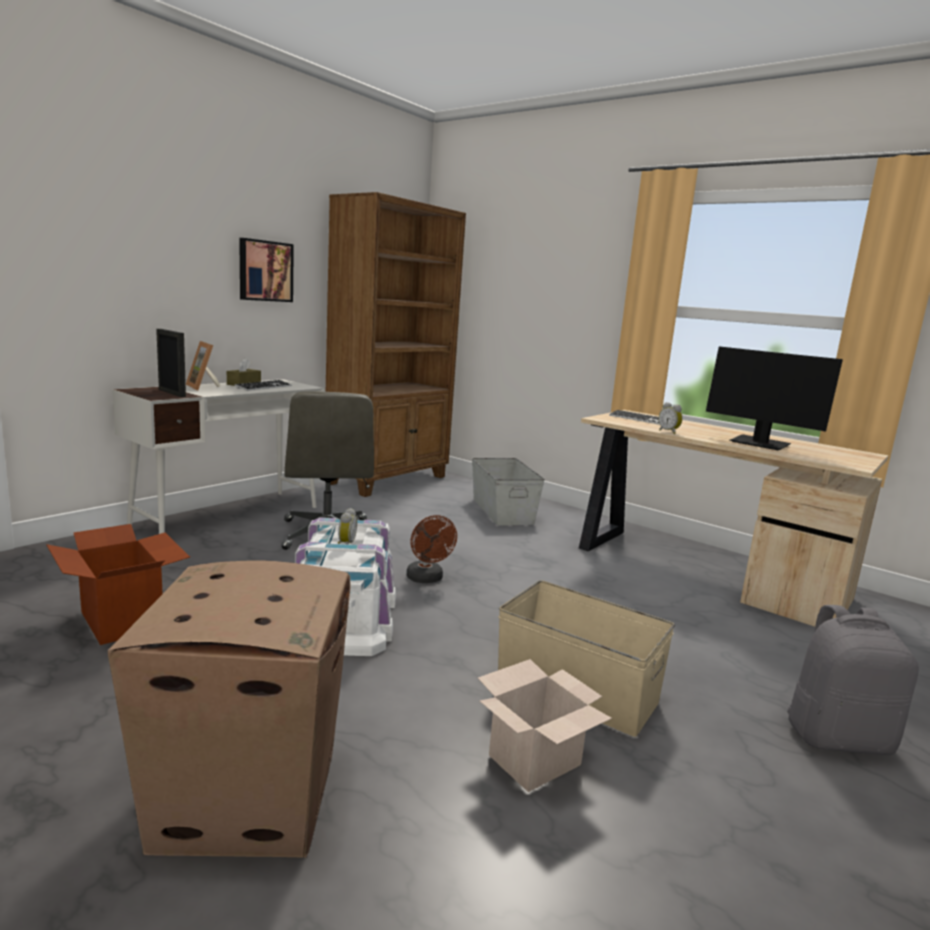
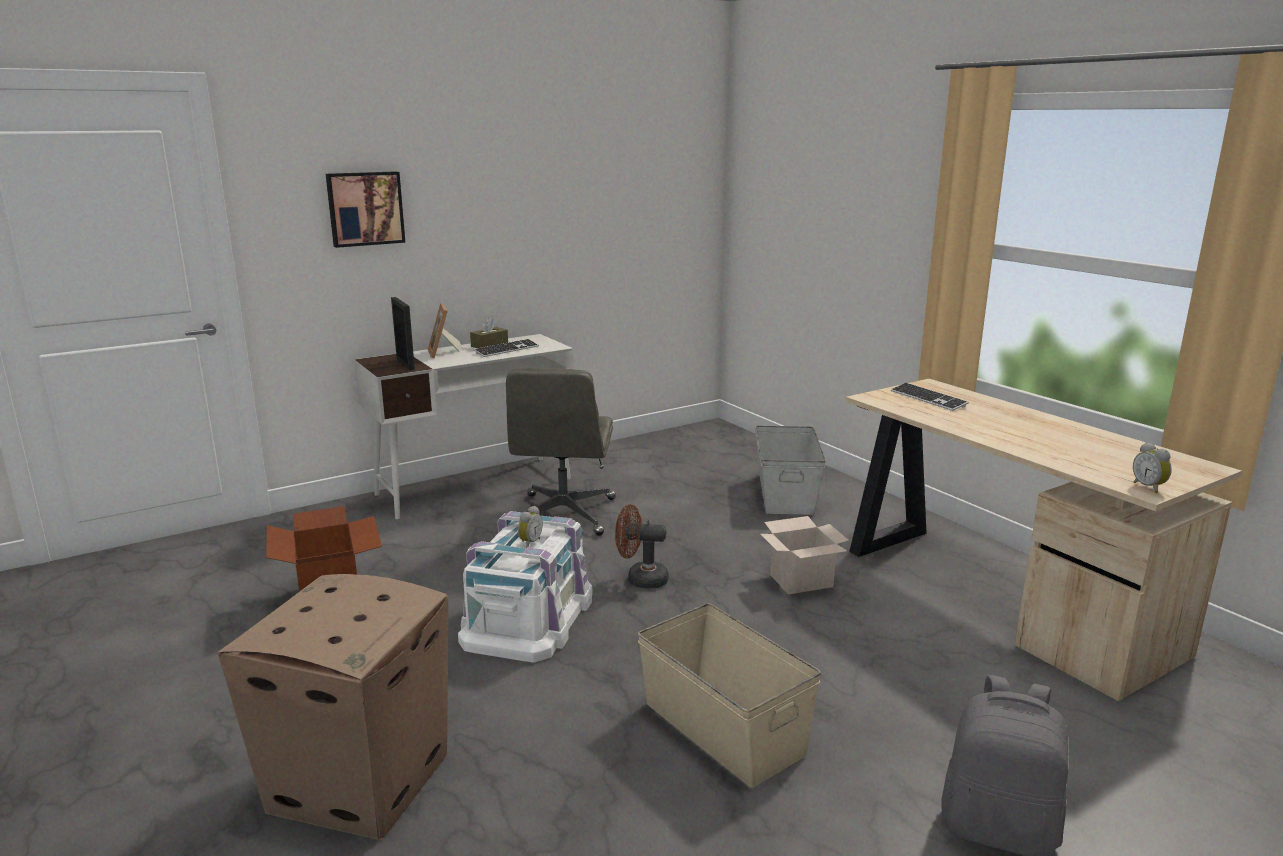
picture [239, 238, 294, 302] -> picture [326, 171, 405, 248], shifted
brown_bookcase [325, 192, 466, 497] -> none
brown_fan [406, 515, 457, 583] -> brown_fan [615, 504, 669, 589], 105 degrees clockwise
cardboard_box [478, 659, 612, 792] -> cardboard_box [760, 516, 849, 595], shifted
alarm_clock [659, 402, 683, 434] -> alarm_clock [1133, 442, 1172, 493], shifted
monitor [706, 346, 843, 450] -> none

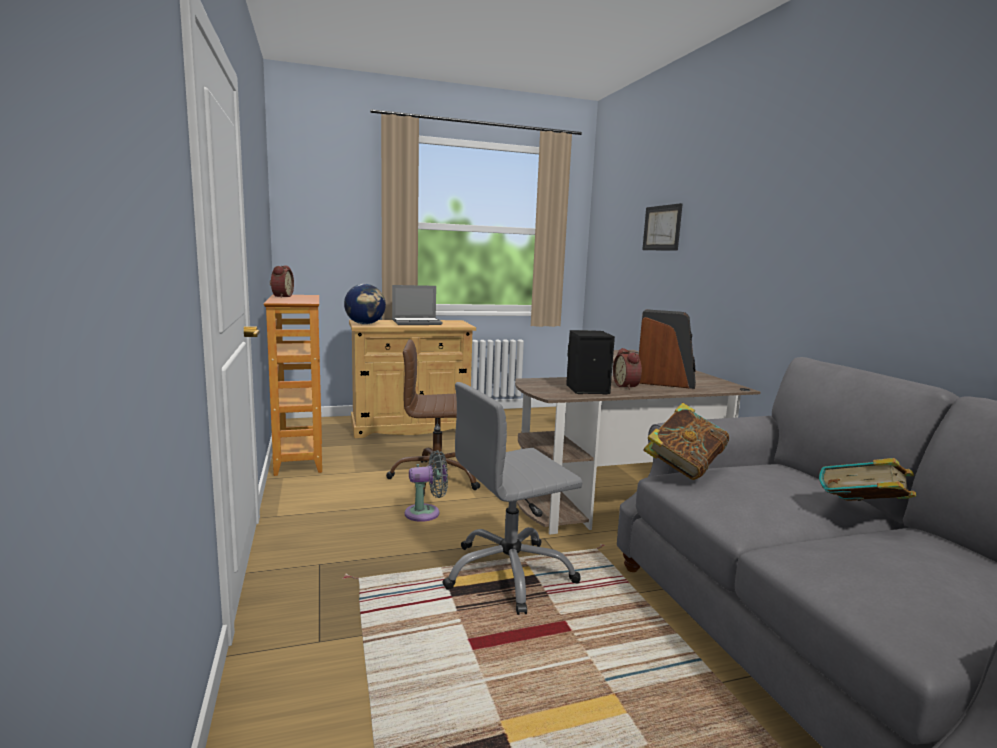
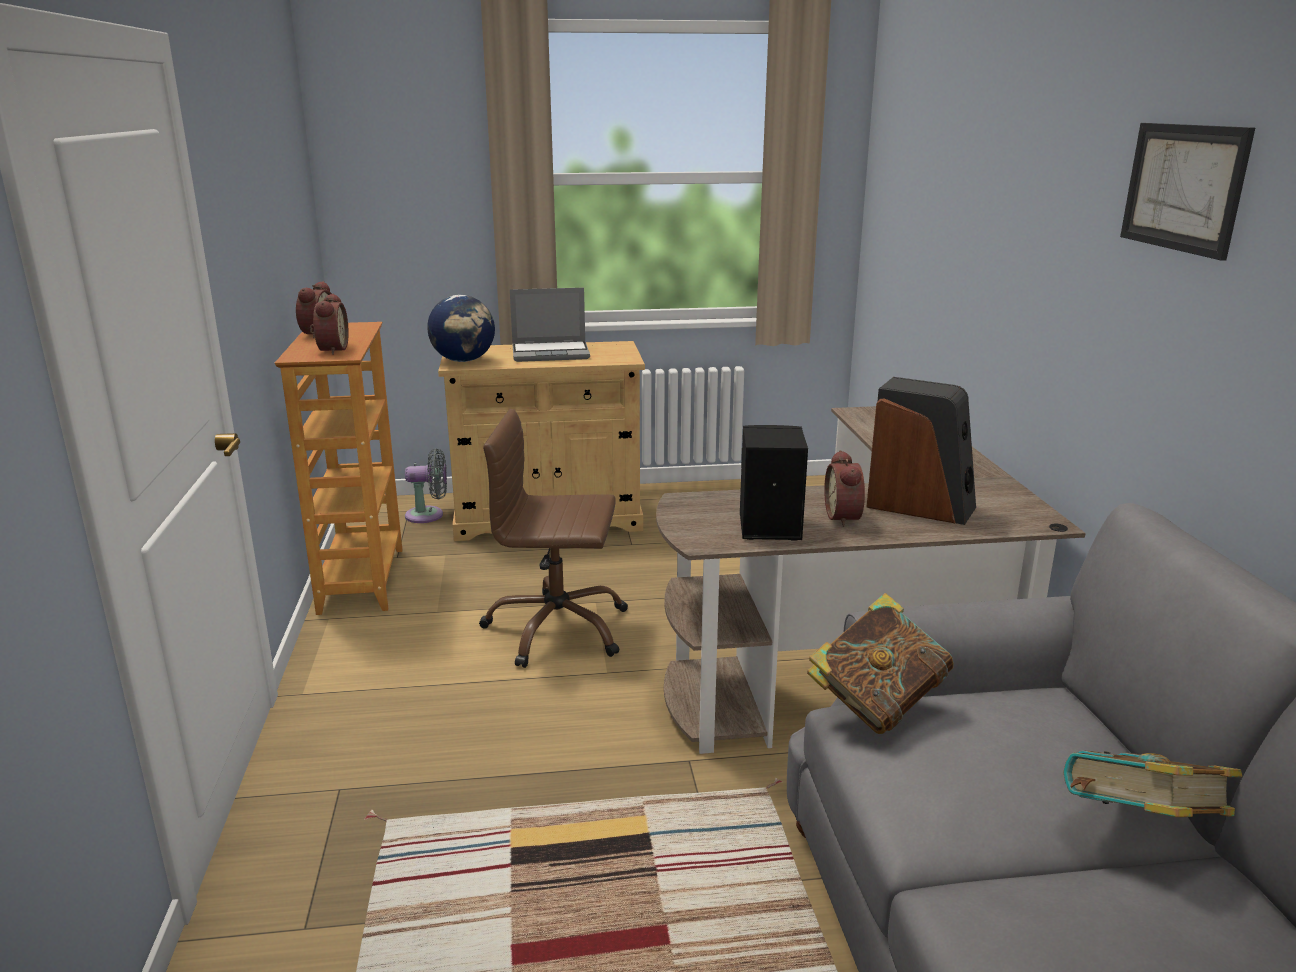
grey_fan [405, 450, 448, 522] -> grey_fan [405, 448, 447, 523], shifted
grey_office_chair [442, 382, 583, 615] -> none
picture [642, 203, 683, 251] -> picture [1120, 123, 1255, 261], shifted
none -> alarm_clock [310, 294, 349, 355]

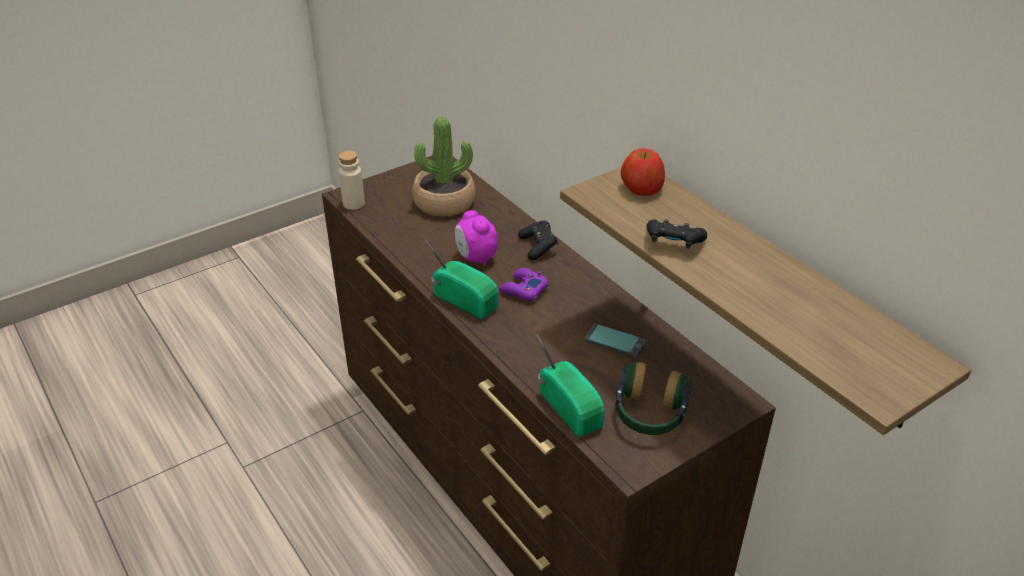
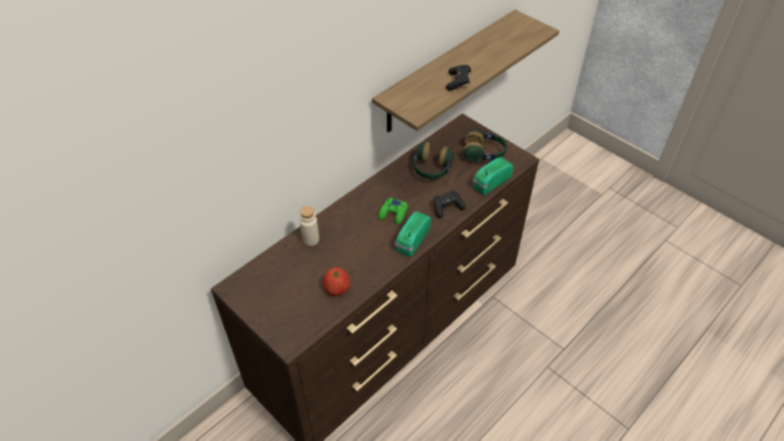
beige_bottle [339, 151, 365, 210] -> beige_bottle [300, 206, 319, 246], shifted
potted_plant [412, 117, 476, 216] -> none
alarm_clock [455, 210, 498, 265] -> none
purple_game_controller [499, 268, 549, 301] -> green_game_controller [379, 198, 408, 225]
black_game_controller [518, 221, 558, 260] -> black_game_controller [433, 190, 466, 218], shifted
phone [585, 323, 646, 358] -> headphones [413, 142, 454, 179]
apple [621, 148, 665, 196] -> apple [323, 267, 350, 296], shifted

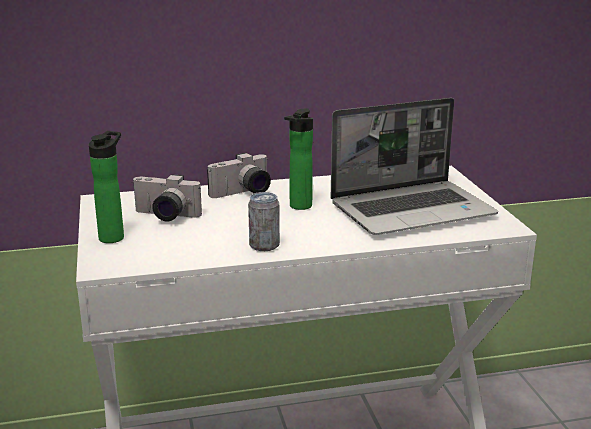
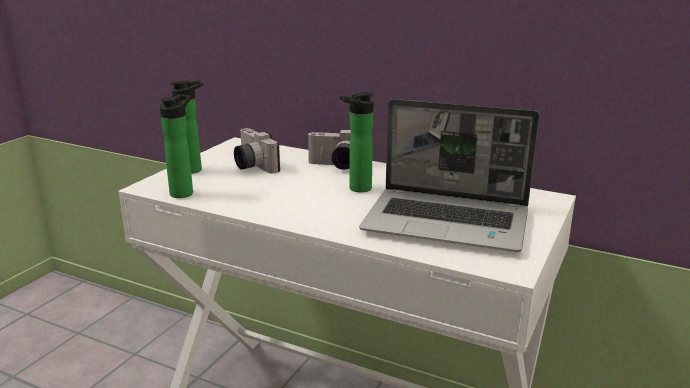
can [248, 192, 280, 251] -> none
none -> bottle [160, 94, 193, 198]

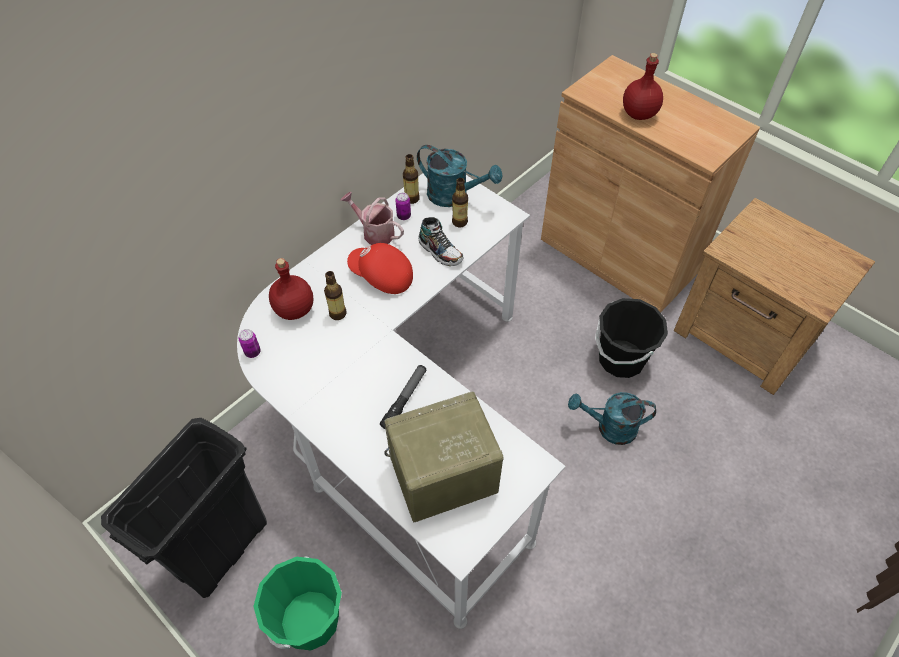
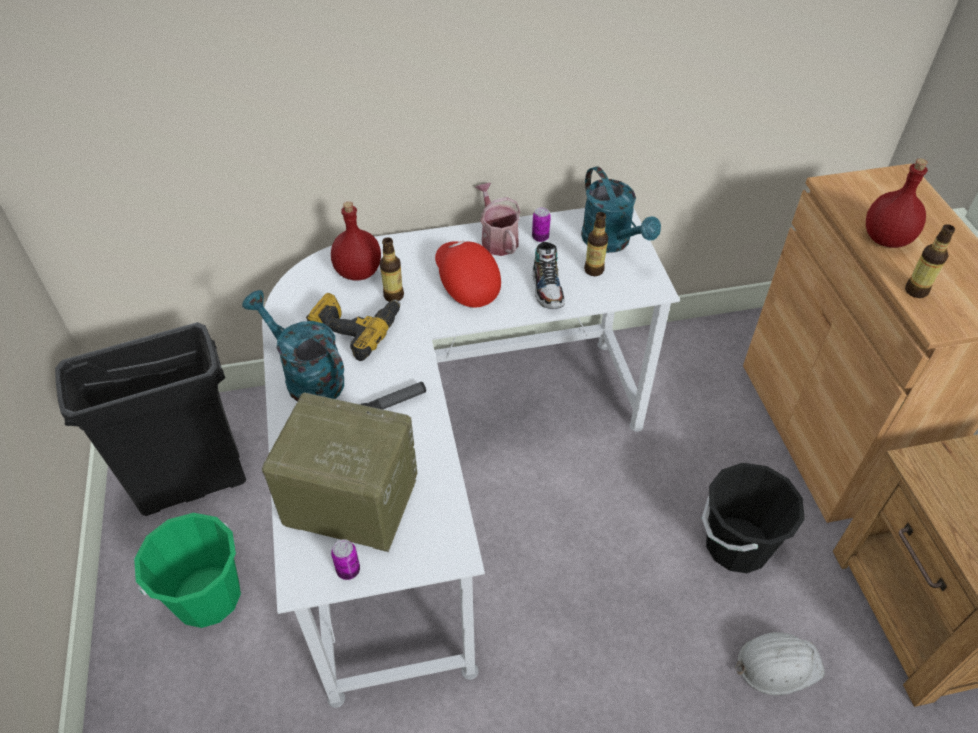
can [239, 329, 261, 358] -> can [331, 539, 360, 580], shifted
bottle [403, 154, 420, 204] -> bottle [905, 224, 955, 298], shifted
turquoise_watering_can [568, 392, 656, 445] -> turquoise_watering_can [242, 290, 344, 403], shifted
none -> power_drill [306, 293, 400, 361]
none -> white_hard_hat [735, 632, 825, 695]

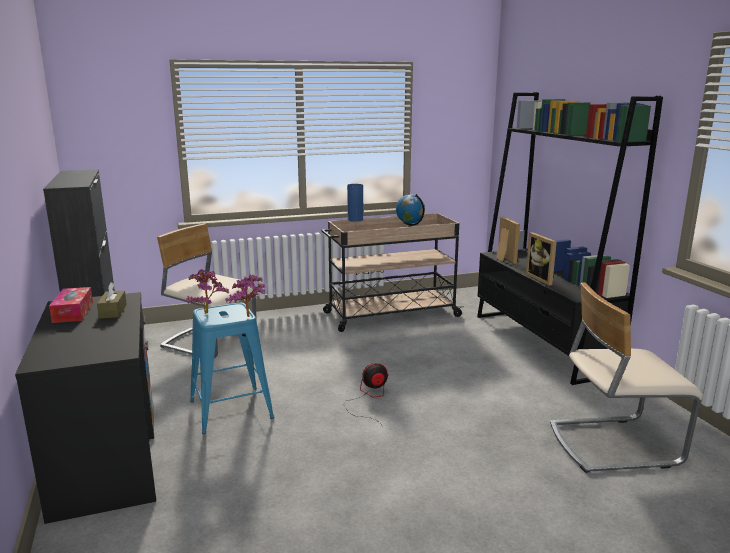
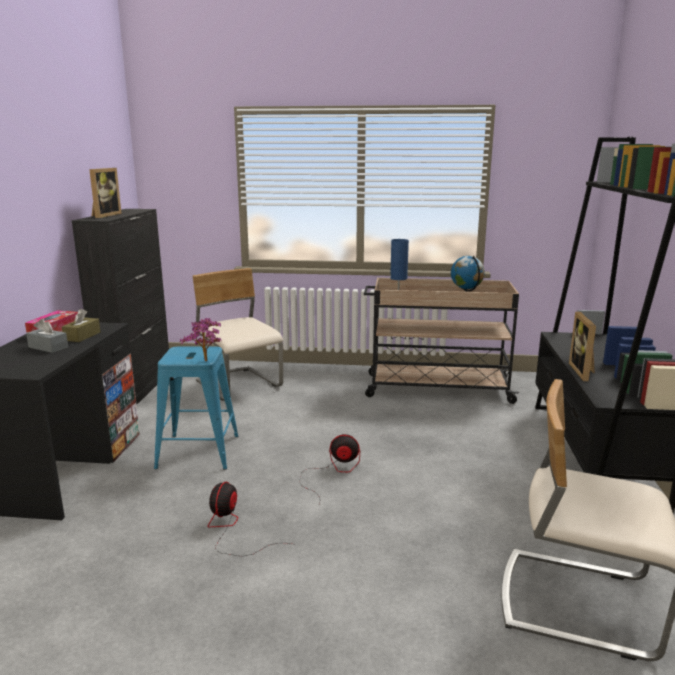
potted_plant [186, 269, 229, 314] -> none
picture_frame [496, 217, 520, 264] -> picture_frame [89, 168, 122, 218], shifted
none -> grey_tissue_box [26, 318, 68, 353]
none -> fan [208, 482, 291, 556]

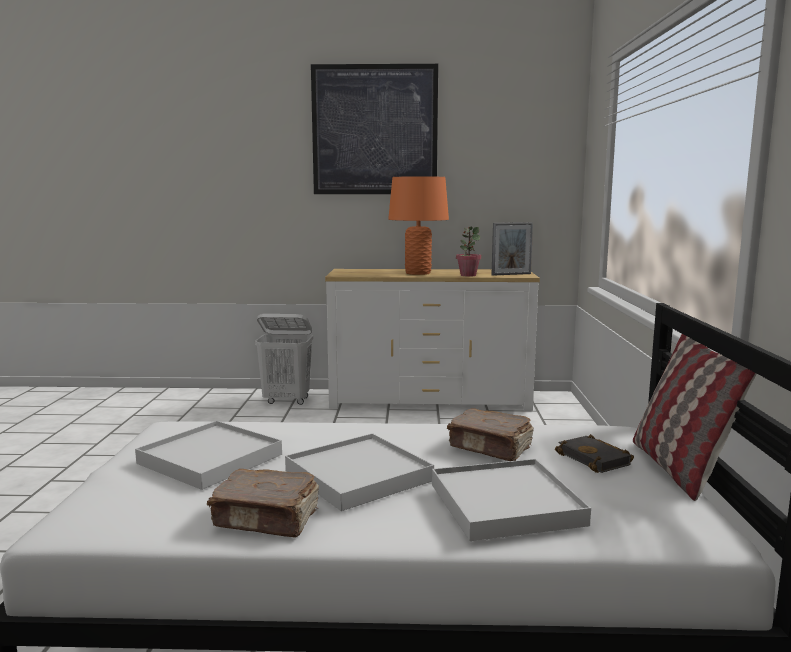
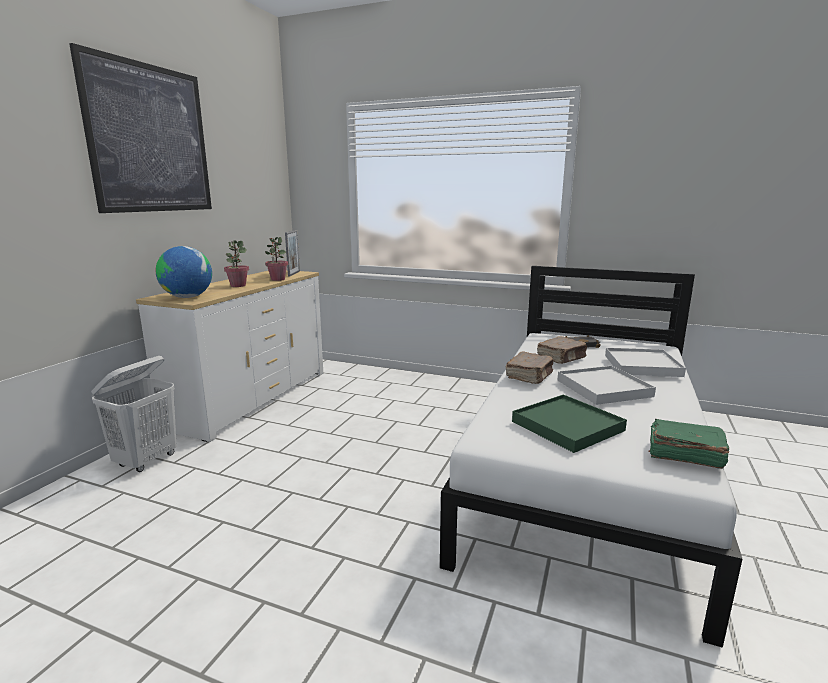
white_tray [135, 421, 282, 490] -> green_tray [512, 394, 627, 453]
brown_book [207, 469, 319, 538] -> brown_book [506, 352, 553, 384], shifted
orange_table_lamp [388, 176, 449, 275] -> potted_plant [224, 240, 249, 287]
pillow [633, 334, 757, 501] -> none
none -> globe [156, 246, 212, 298]
none -> green_book [649, 419, 729, 469]

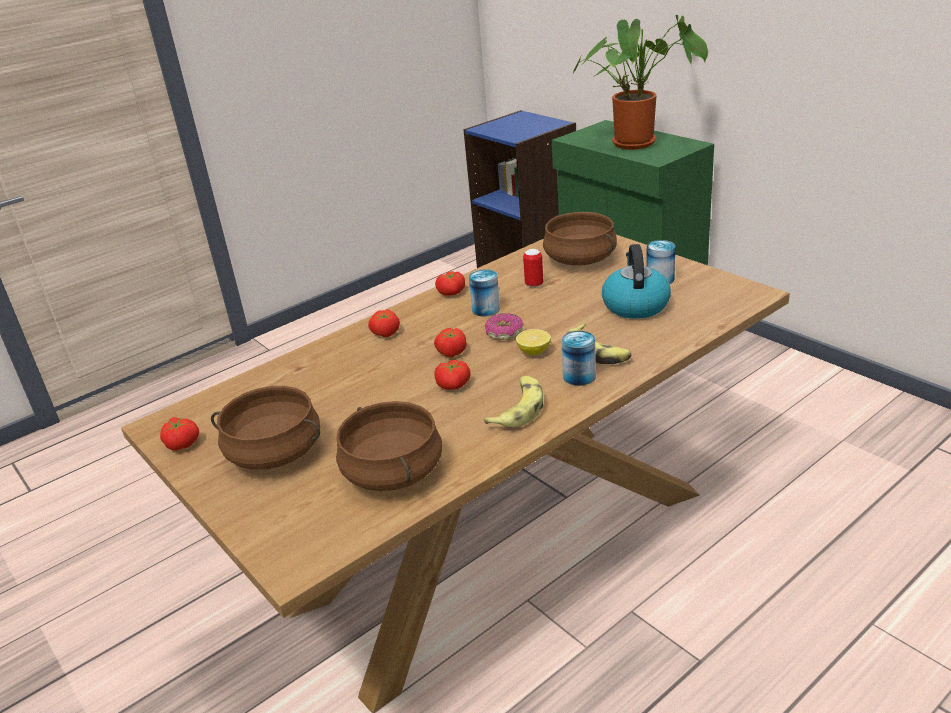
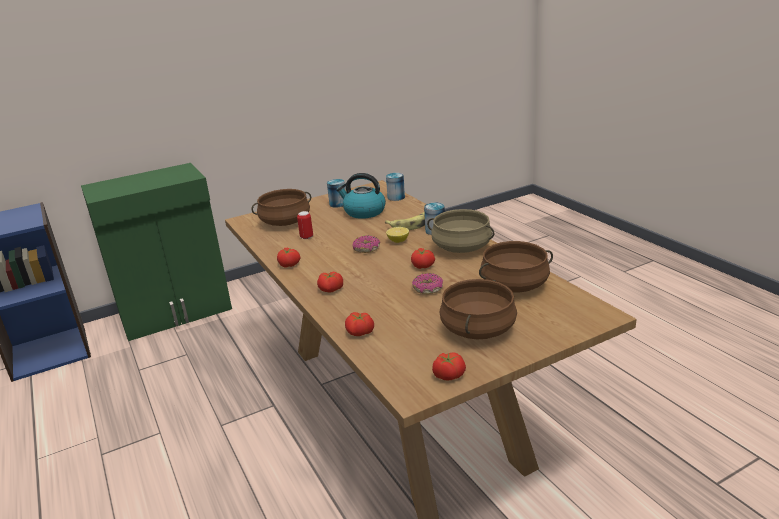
tomato [434, 328, 467, 357] -> tomato [345, 312, 374, 336], shifted
can [469, 269, 500, 317] -> can [386, 173, 405, 201], shifted
banana [484, 376, 543, 428] -> beige_cooking_pot [427, 209, 494, 253]
potted_plant [572, 15, 708, 149] -> none
none -> donut [412, 273, 443, 294]

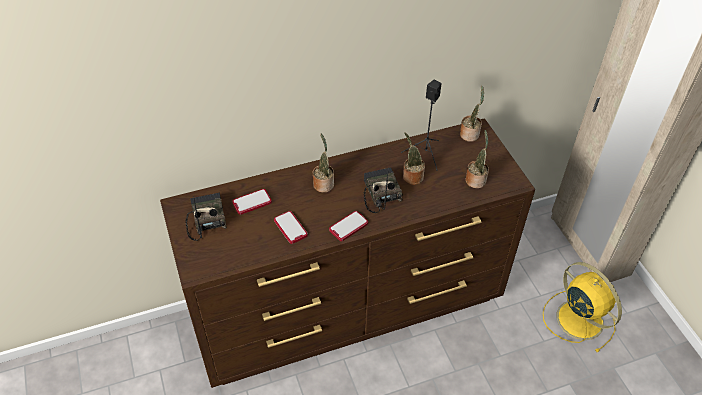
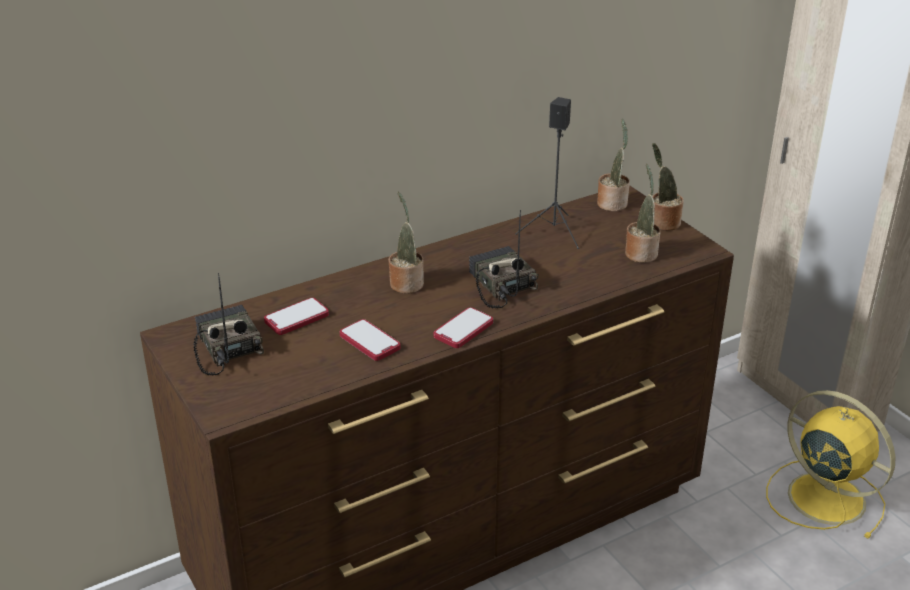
potted_plant [403, 132, 425, 185] -> potted_plant [652, 143, 684, 231], shifted

